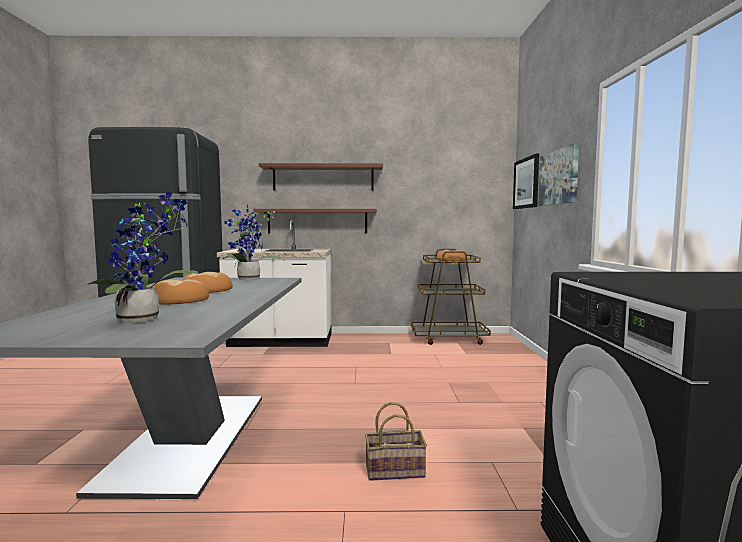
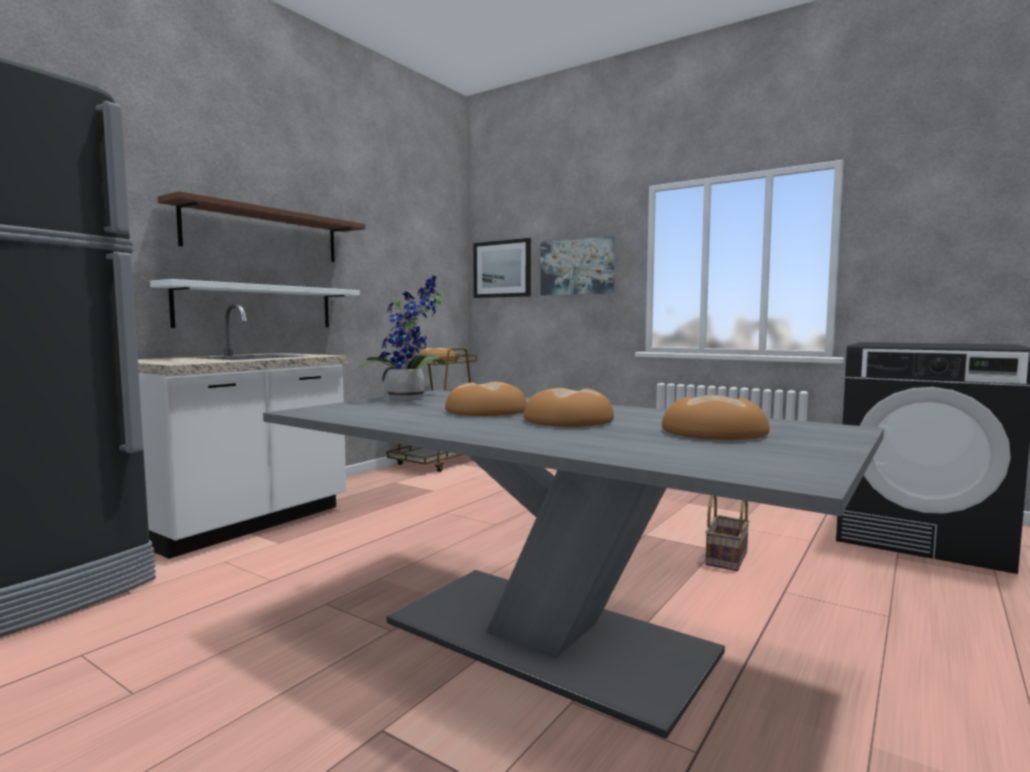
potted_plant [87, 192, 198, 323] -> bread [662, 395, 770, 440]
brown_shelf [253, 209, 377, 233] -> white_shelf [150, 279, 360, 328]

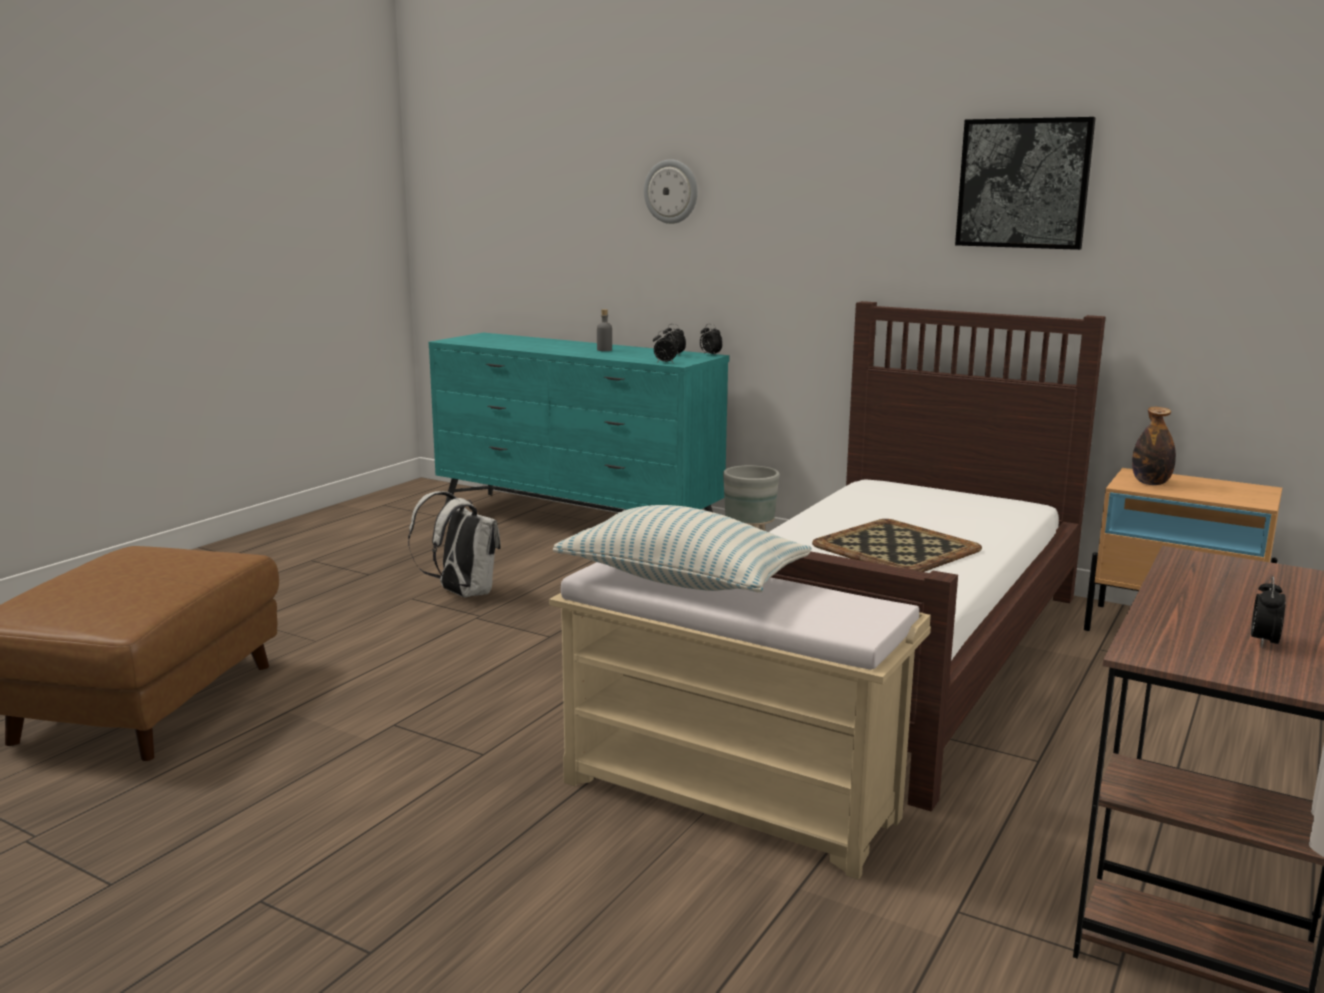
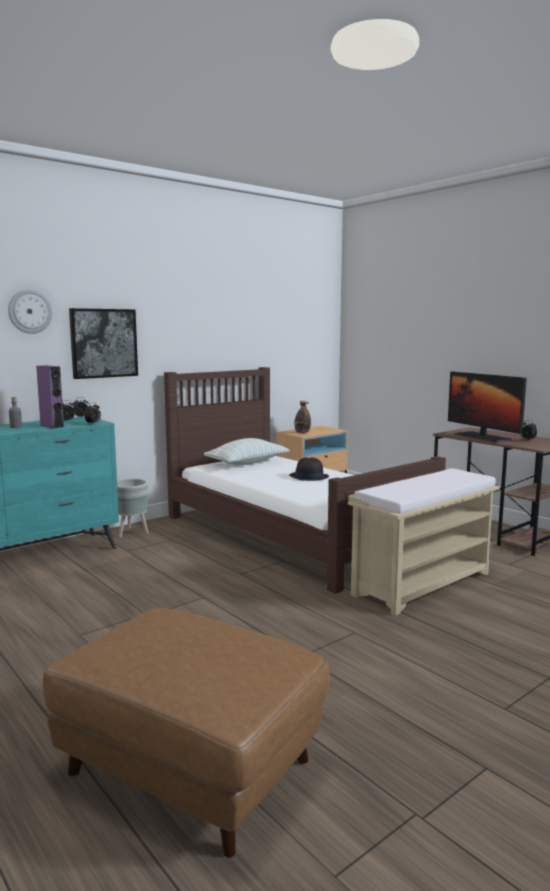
white_backpack [408, 491, 501, 597] -> none
pillow [553, 505, 812, 592] -> pillow [203, 438, 290, 465], shifted
tray [812, 519, 982, 572] -> black_hat [289, 457, 329, 481]
picture [955, 117, 1096, 250] -> picture [69, 308, 138, 379], shifted
none -> purple_speaker [36, 365, 64, 429]
none -> monitor [448, 372, 527, 442]

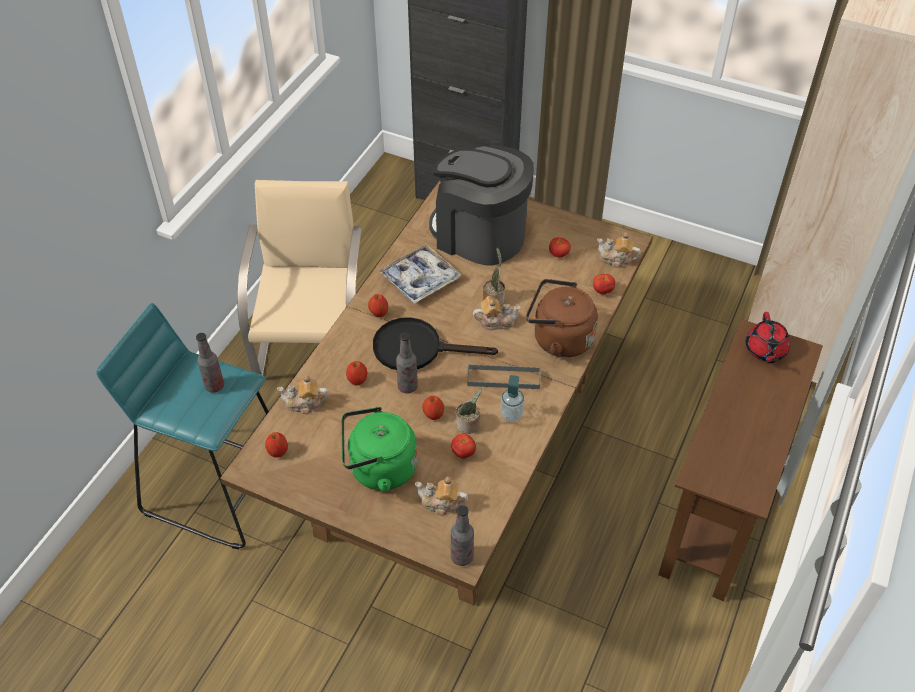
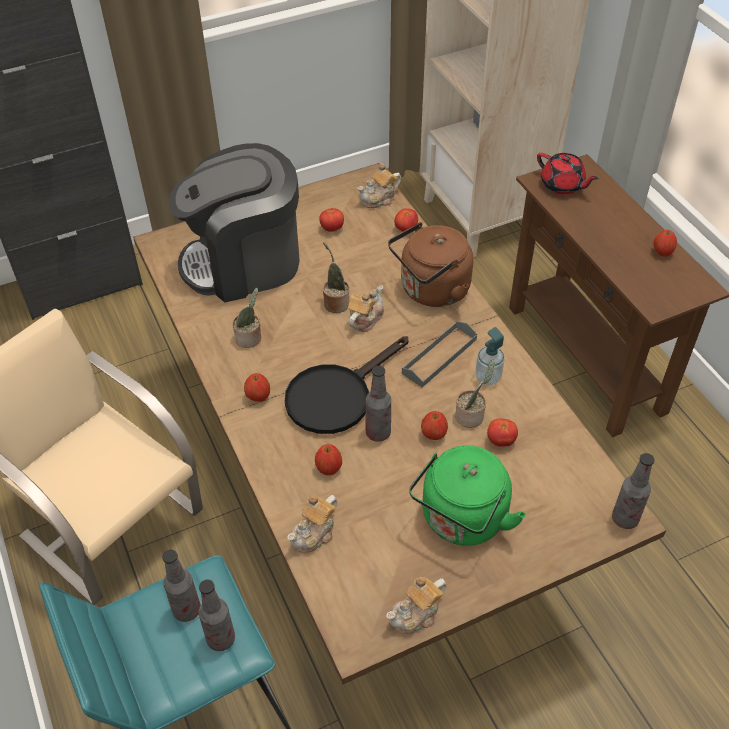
apple [265, 432, 288, 458] -> apple [653, 230, 677, 256], shifted
tray [378, 244, 461, 304] -> potted_plant [232, 288, 261, 348]
teapot [415, 477, 468, 516] -> teapot [387, 576, 446, 634], shifted
none -> bottle [199, 580, 235, 651]

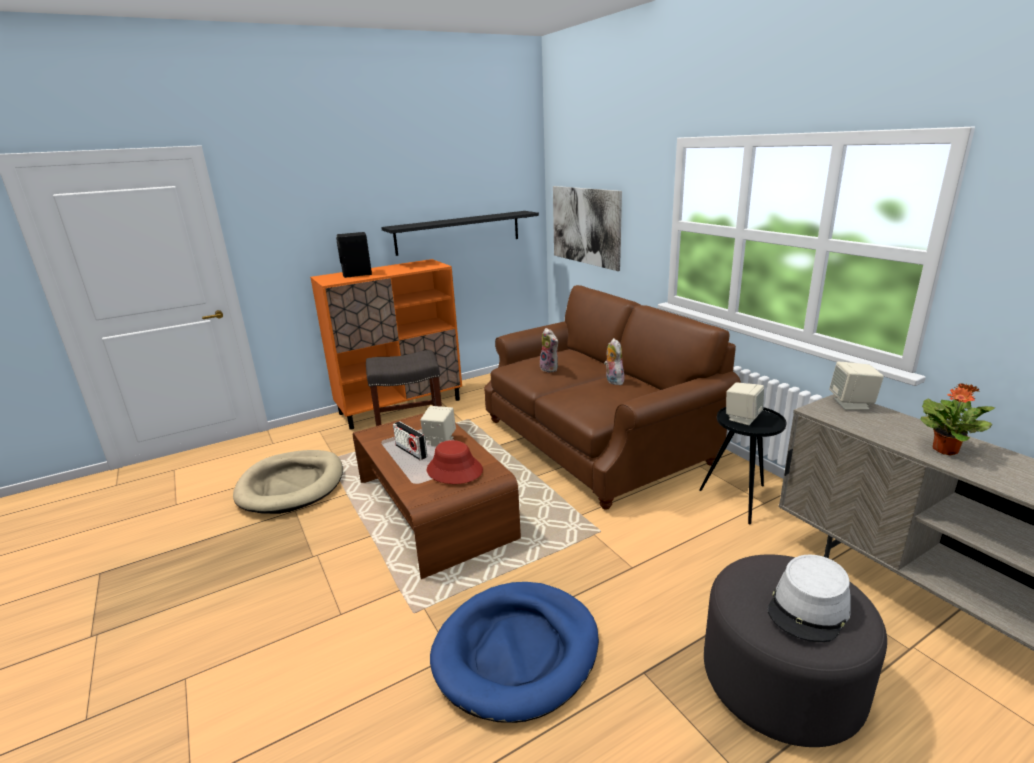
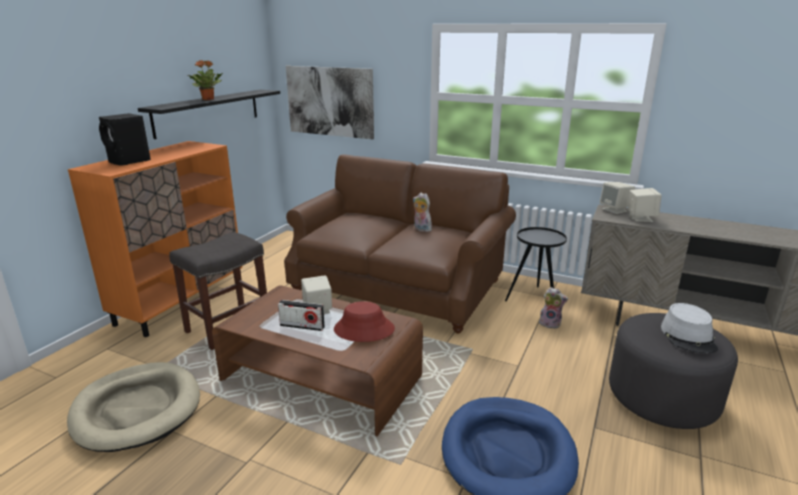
plush_toy [540, 328, 558, 373] -> plush_toy [539, 287, 568, 329], shifted
beige_speaker [726, 382, 764, 425] -> beige_speaker [628, 188, 662, 222], shifted
potted_plant [920, 383, 995, 456] -> potted_plant [188, 60, 223, 100], shifted

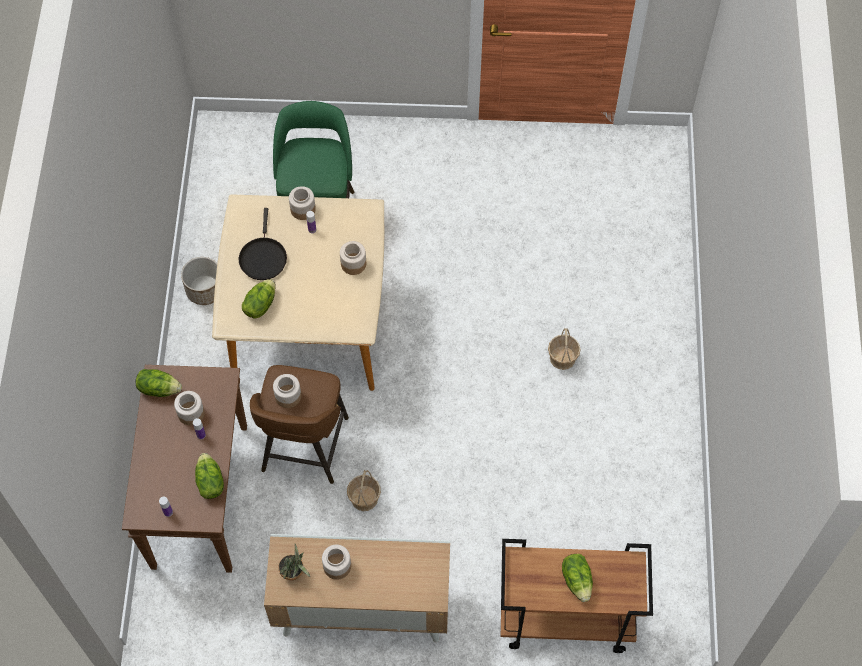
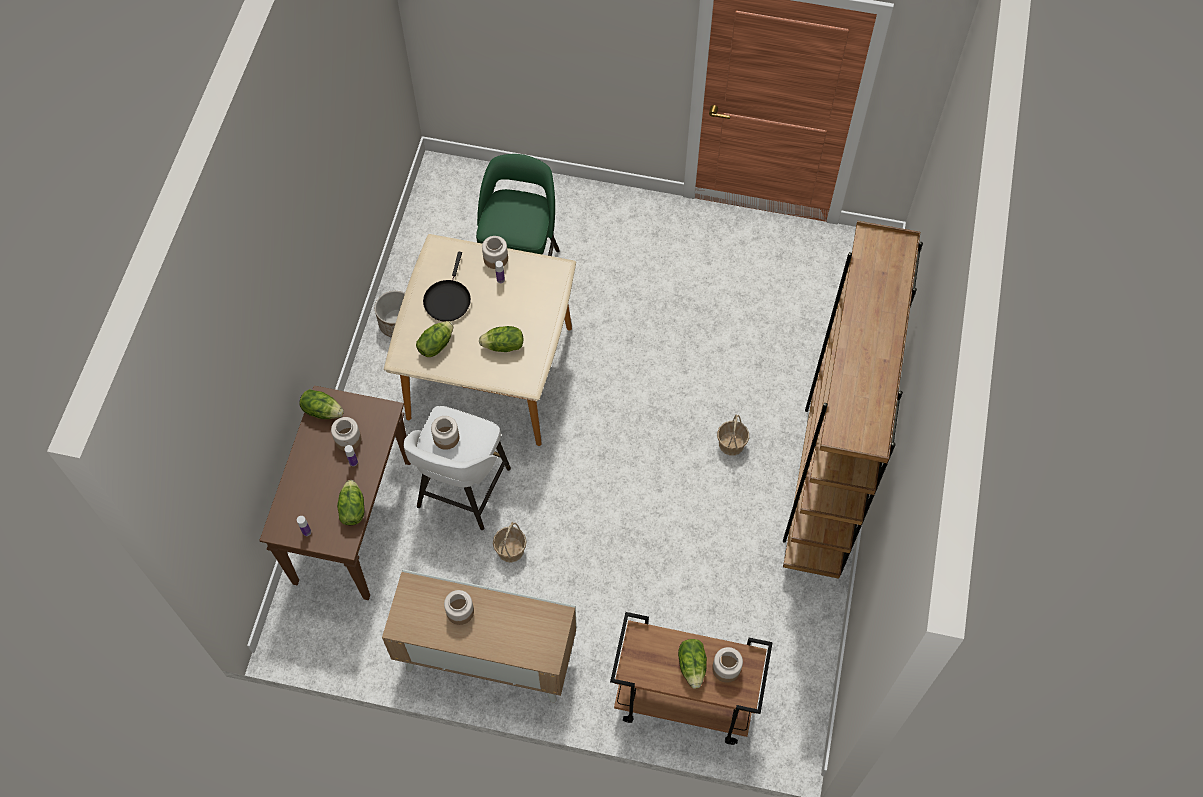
brown_stool [250, 365, 349, 484] -> white_stool [403, 406, 511, 530]
potted_plant [278, 544, 310, 580] -> none
jar [340, 241, 366, 275] -> jar [712, 647, 743, 683], shifted
none -> lettuce [479, 326, 524, 352]
none -> brown_bookcase [783, 221, 923, 579]

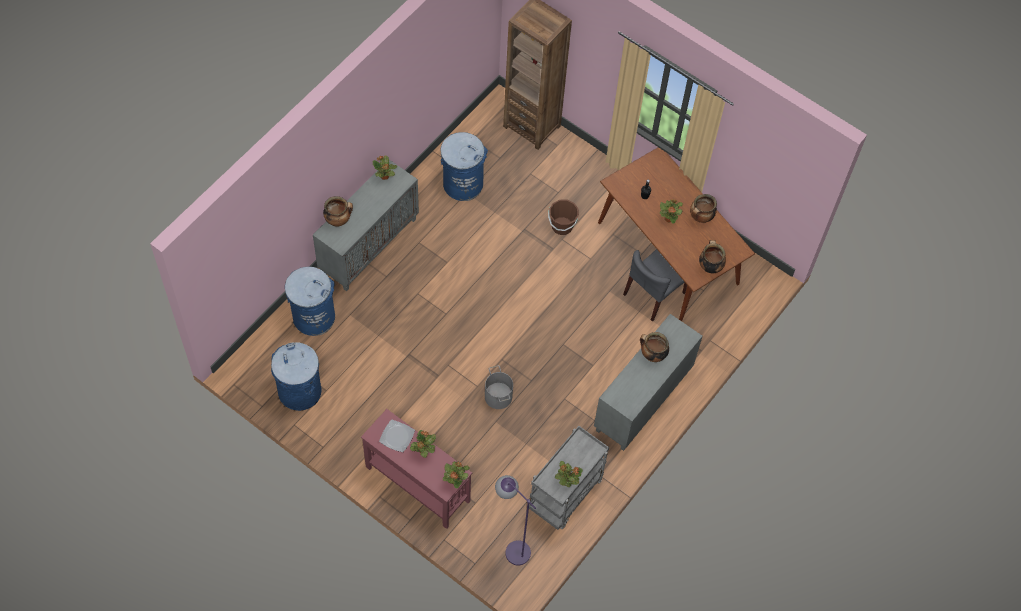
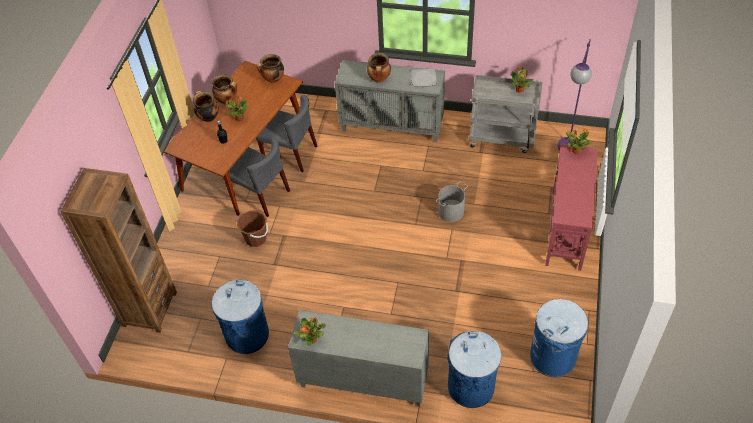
cooking_pot [323, 196, 353, 227] -> cooking_pot [193, 91, 219, 122], shifted
plate [379, 420, 415, 452] -> plate [411, 69, 436, 87], shifted
potted_plant [410, 430, 436, 458] -> none
none -> grey_chair [228, 139, 290, 217]

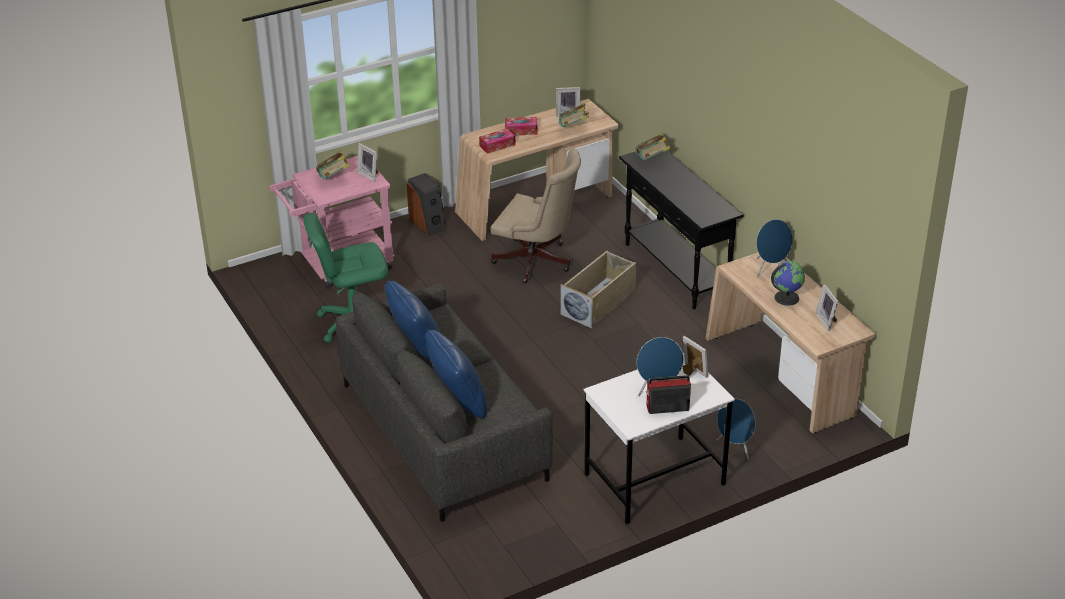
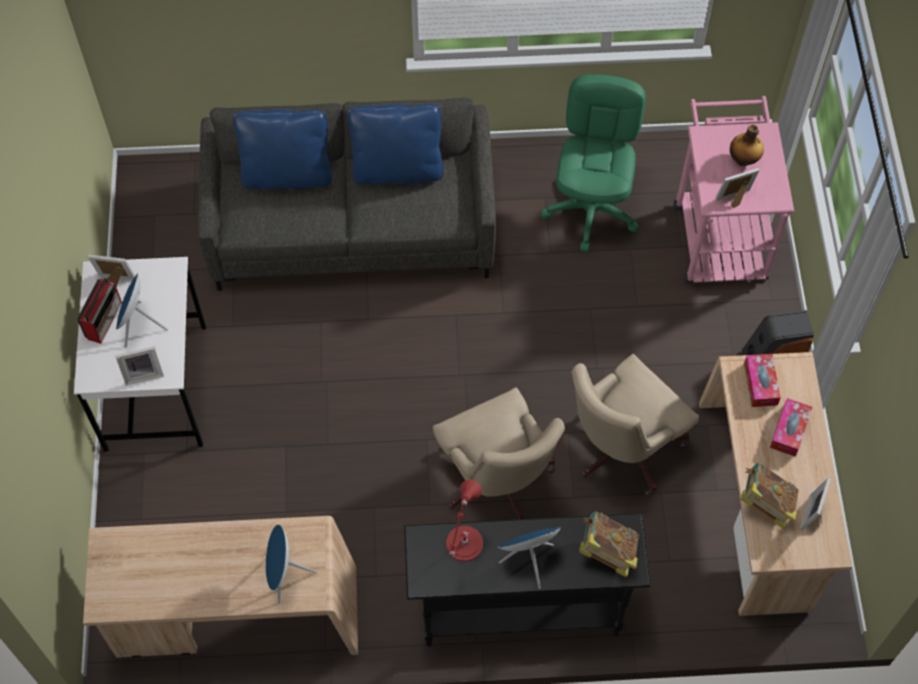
book [316, 150, 350, 179] -> bottle [730, 124, 764, 166]
beige_storage_box [561, 251, 637, 329] -> beige_office_chair [433, 387, 565, 520]
blue_speaker [717, 399, 756, 460] -> blue_speaker [498, 527, 561, 589], shifted
globe [771, 261, 805, 306] -> none
picture_frame [815, 284, 838, 331] -> picture_frame [88, 255, 135, 287], shifted
none -> red_table_lamp [446, 480, 483, 561]

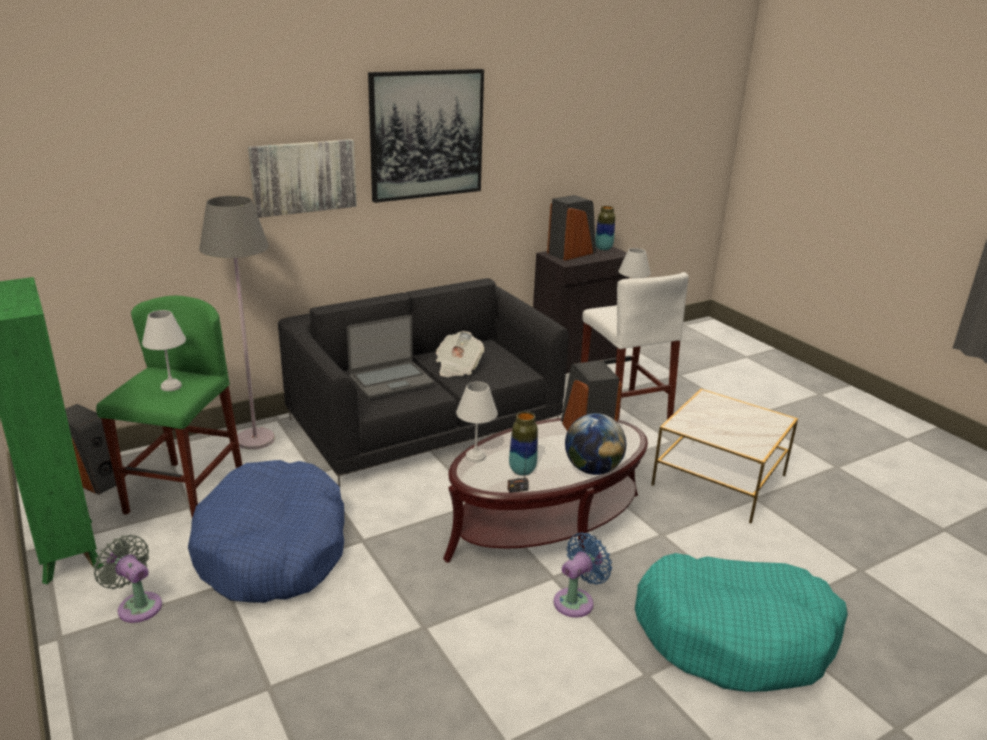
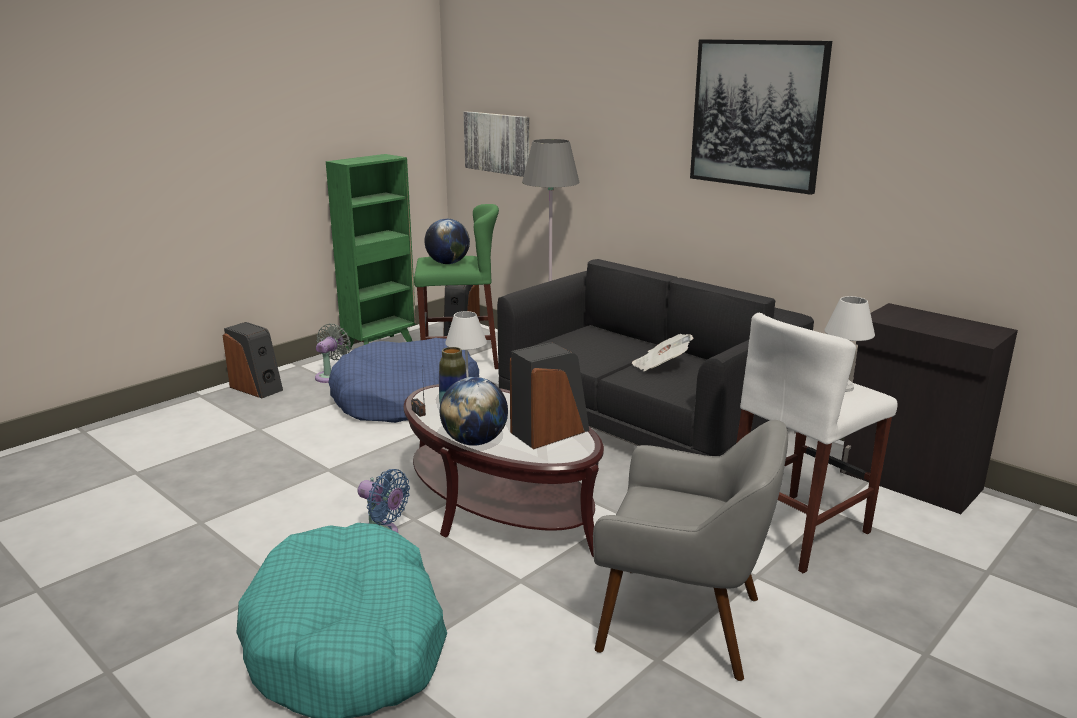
white_table_lamp [142, 310, 186, 391] -> globe [424, 219, 470, 264]
picture [248, 139, 357, 218] -> picture [463, 111, 530, 177], shifted
laptop [347, 315, 434, 399] -> none
speaker [547, 195, 596, 261] -> speaker [223, 322, 283, 398], shifted
vase [595, 206, 615, 251] -> none
side_table [651, 389, 798, 523] -> grey_armchair [593, 420, 788, 681]

